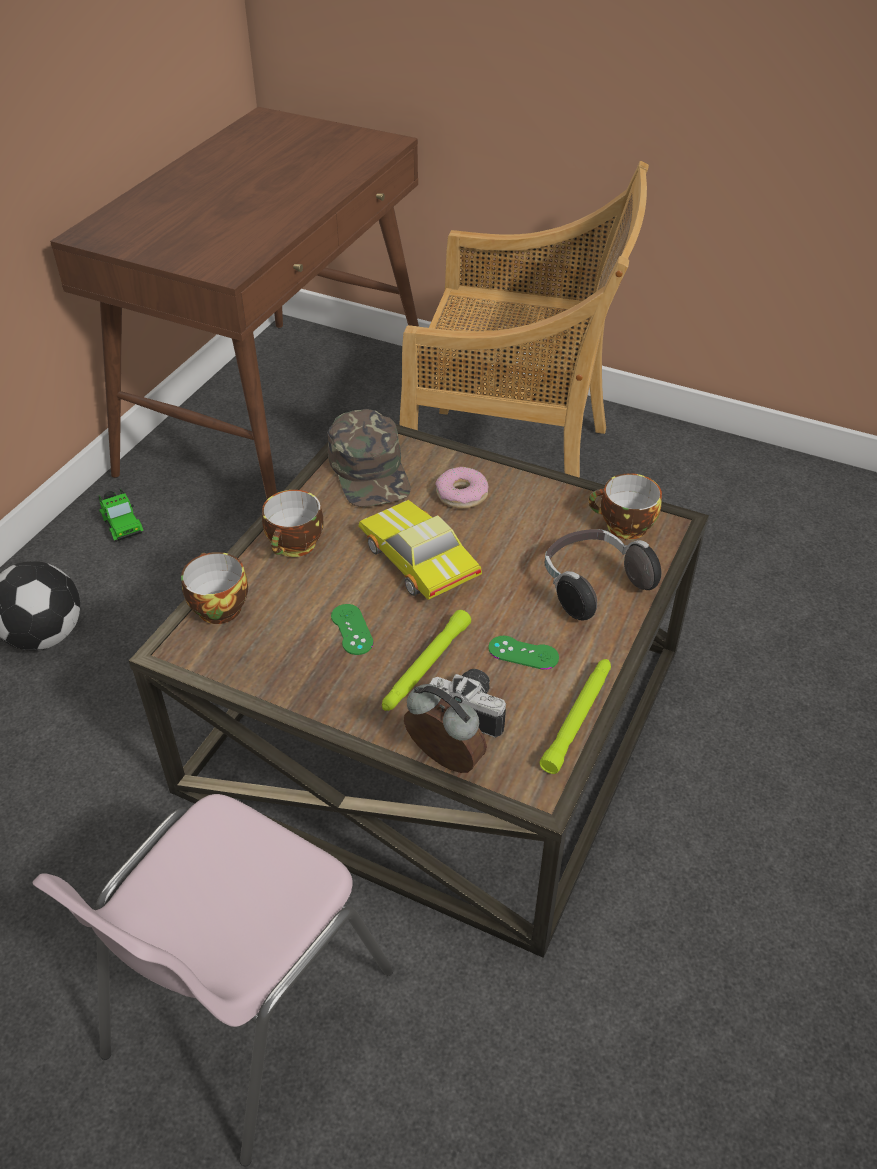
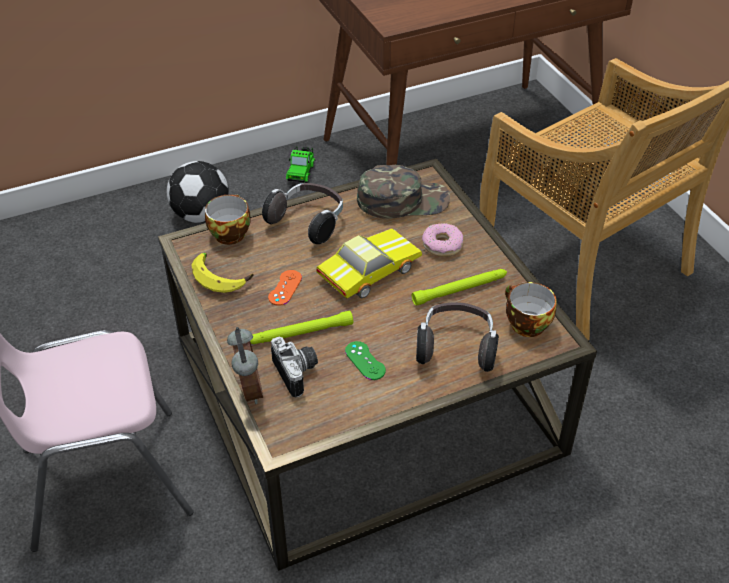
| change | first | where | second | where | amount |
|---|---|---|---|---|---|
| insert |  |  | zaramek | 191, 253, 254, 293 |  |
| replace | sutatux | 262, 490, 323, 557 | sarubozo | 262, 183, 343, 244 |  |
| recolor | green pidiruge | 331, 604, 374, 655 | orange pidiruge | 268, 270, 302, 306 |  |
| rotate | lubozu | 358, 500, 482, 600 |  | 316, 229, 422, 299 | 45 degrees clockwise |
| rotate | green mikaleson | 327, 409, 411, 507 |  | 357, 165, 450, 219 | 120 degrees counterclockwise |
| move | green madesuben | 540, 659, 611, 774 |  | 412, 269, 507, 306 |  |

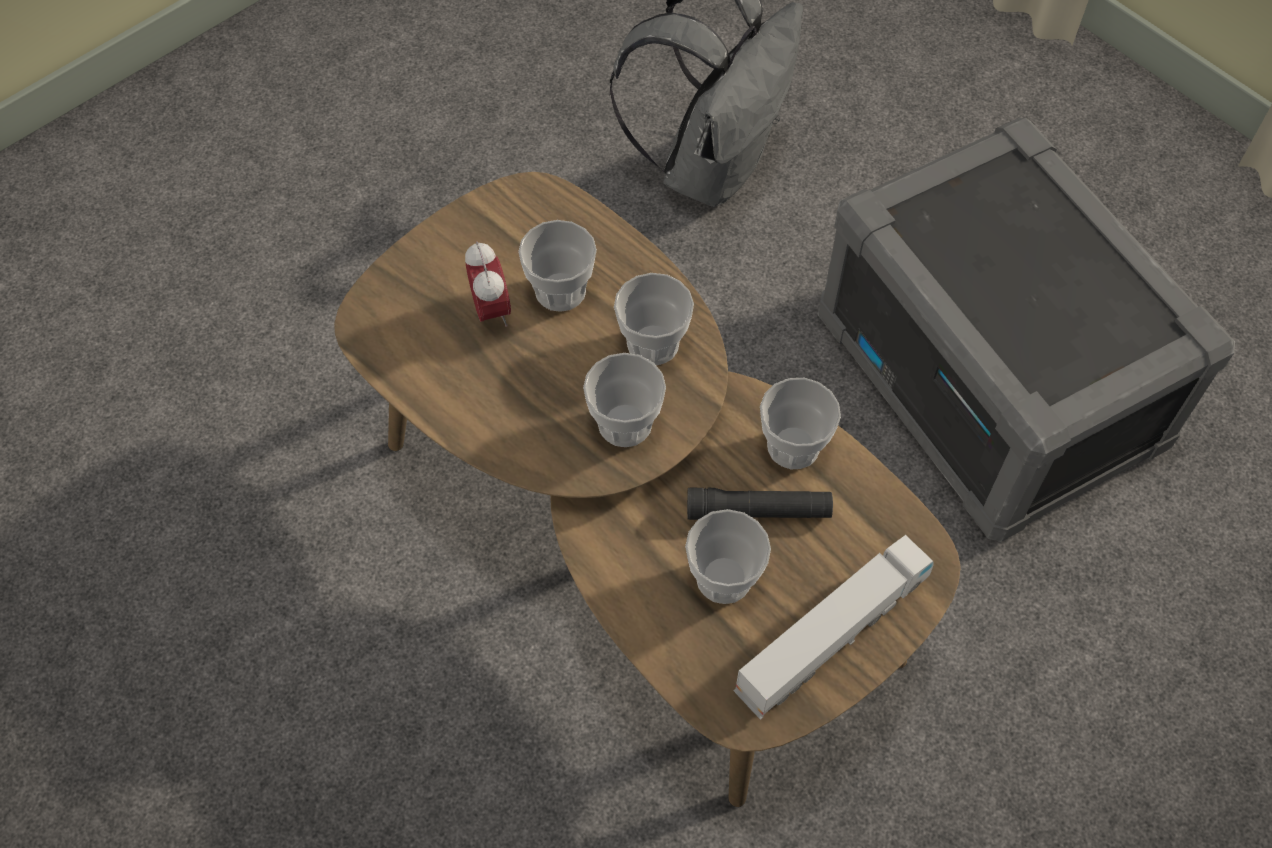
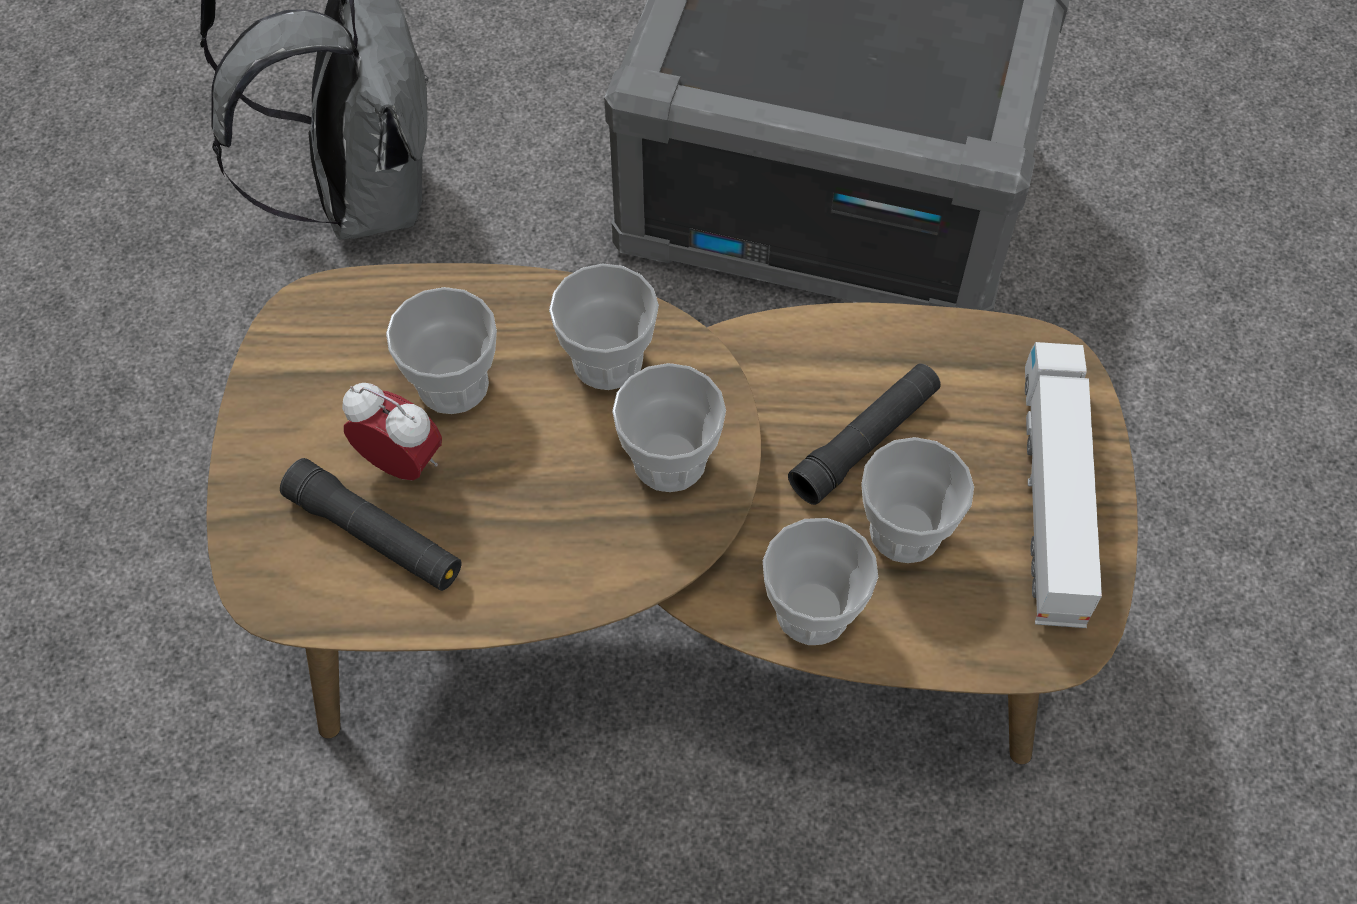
| change | first | where | second | where | amount |
|---|---|---|---|---|---|
| insert |  |  | black madesuben | 280, 458, 462, 591 |  |
| move | sutatux | 760, 378, 841, 469 |  | 763, 518, 878, 645 |  |

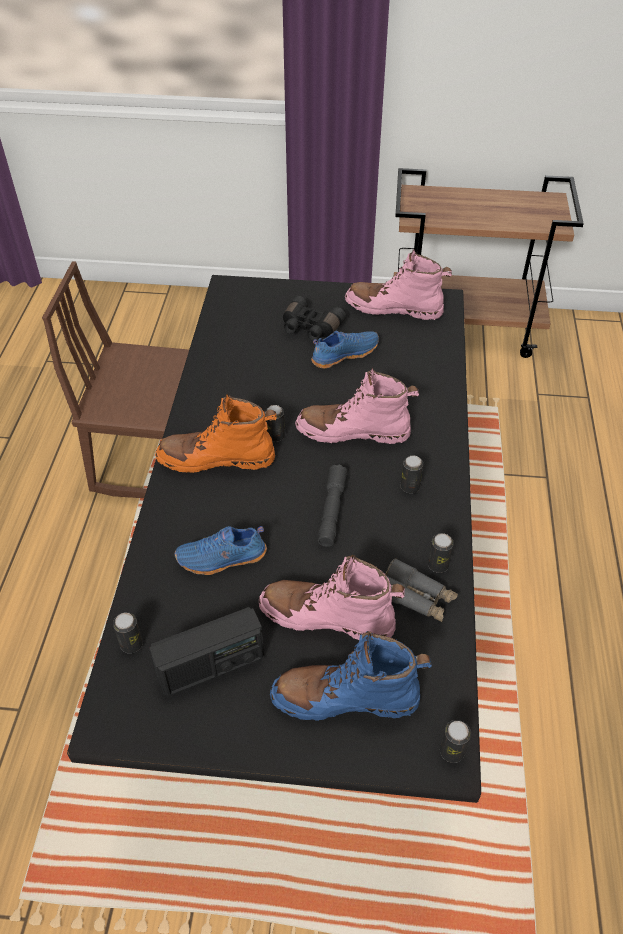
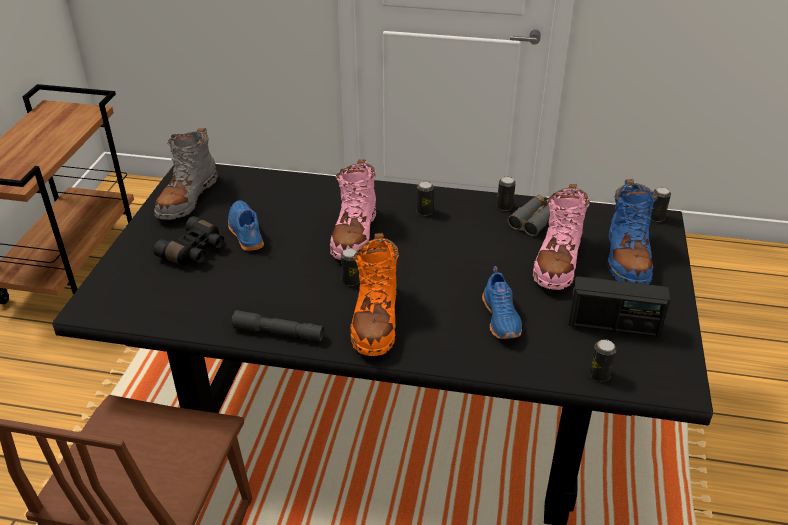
| change | first | where | second | where | amount |
|---|---|---|---|---|---|
| recolor | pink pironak | 345, 249, 452, 320 | grey pironak | 154, 128, 218, 220 |  |
| move | grey madesuben | 318, 465, 347, 547 |  | 231, 310, 324, 342 |  |
| rotate | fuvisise | 149, 607, 264, 697 |  | 568, 276, 670, 337 | 120 degrees clockwise |

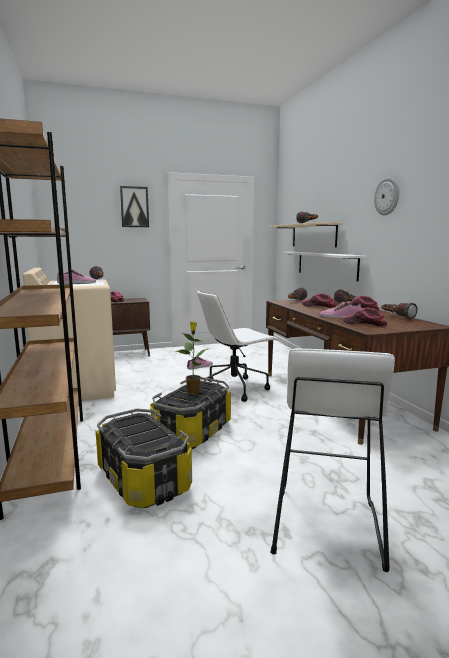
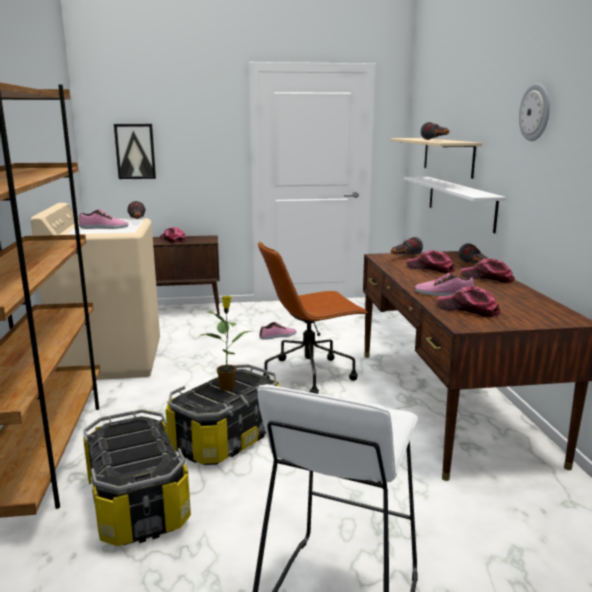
| change | first | where | second | where | amount |
|---|---|---|---|---|---|
| move | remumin | 120, 186, 149, 227 |  | 114, 124, 156, 179 |  |
| recolor | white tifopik | 197, 290, 277, 402 | brown tifopik | 258, 241, 368, 394 |  |
| delete | madesuben | 381, 303, 417, 320 |  |  |  |

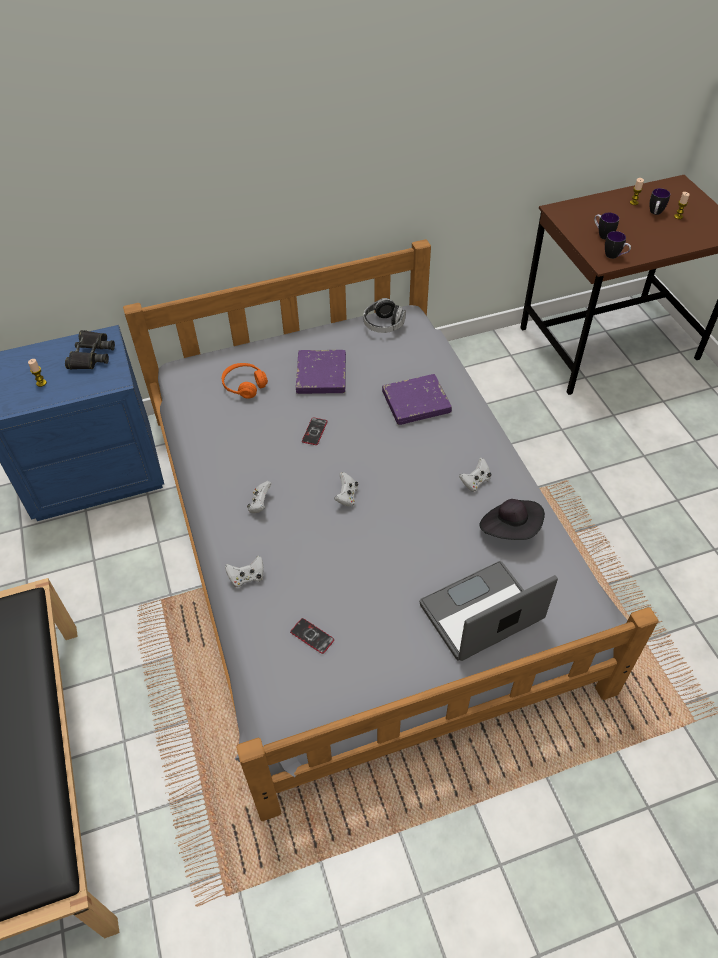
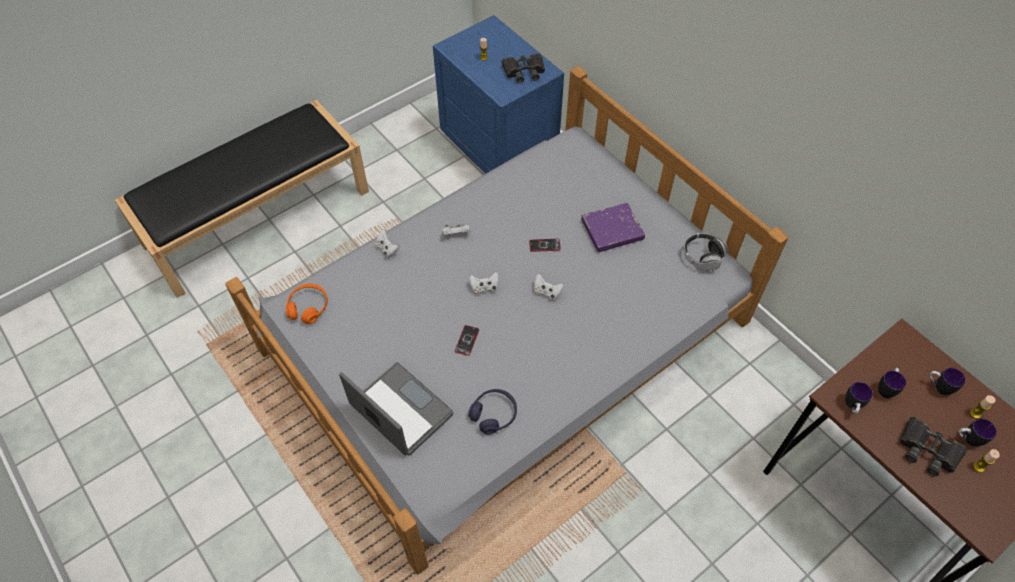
| change | first | where | second | where | amount |
|---|---|---|---|---|---|
| move | orange sarubozo | 222, 363, 268, 399 |  | 285, 283, 328, 324 |  |
| move | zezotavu | 290, 618, 334, 654 |  | 455, 325, 479, 356 |  |
| replace | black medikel | 479, 499, 545, 540 | purple sarubozo | 468, 389, 517, 435 |  |
| move | white pidiruge | 459, 458, 491, 492 |  | 534, 273, 564, 301 |  |
| insert |  |  | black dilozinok | 900, 417, 967, 476 |  |
| insert |  |  | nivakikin | 929, 368, 966, 395 |  |
| delete | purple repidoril | 382, 374, 452, 425 |  |  |  |

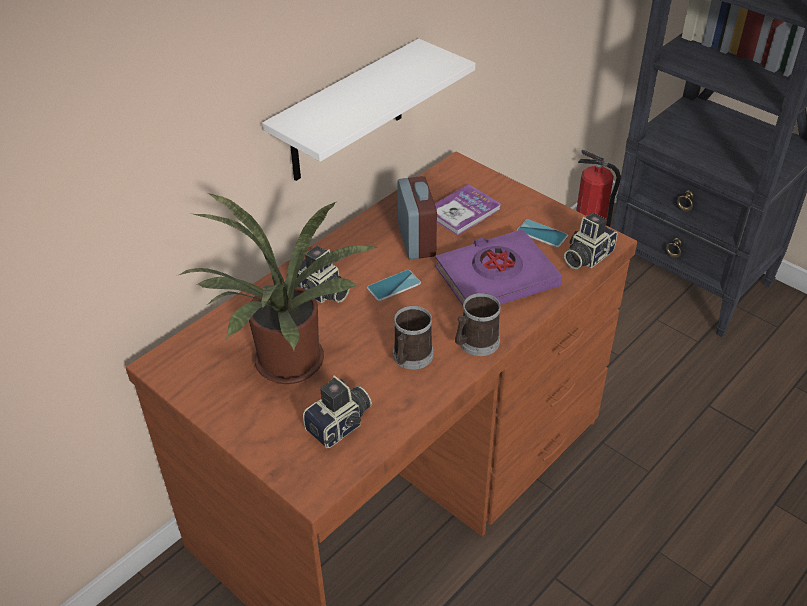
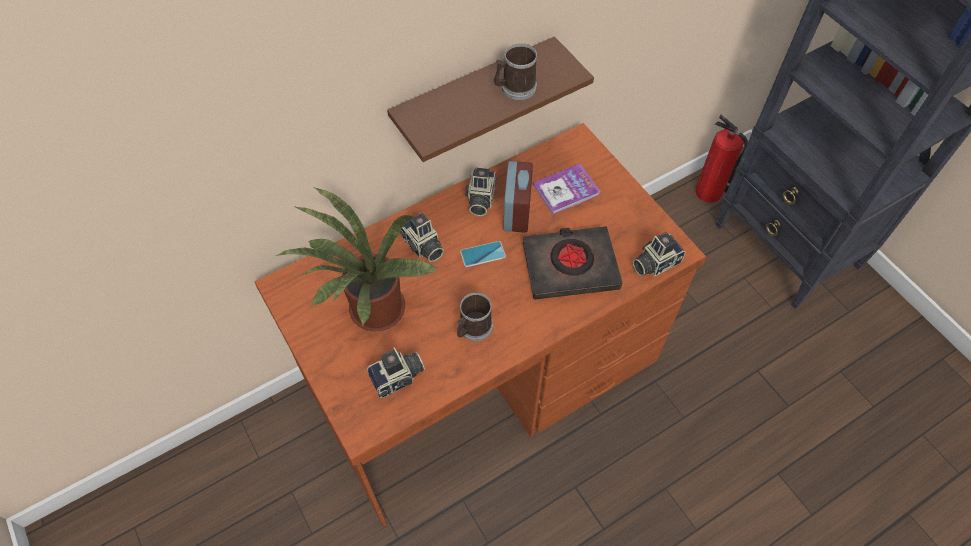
| change | first | where | second | where | amount |
|---|---|---|---|---|---|
| recolor | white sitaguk | 262, 39, 475, 181 | brown sitaguk | 387, 37, 594, 162 |  |
| insert |  |  | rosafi | 465, 168, 496, 216 |  |
| move | nivakikin | 455, 293, 501, 356 |  | 494, 43, 537, 100 |  |
| recolor | purple repidoril | 435, 229, 562, 306 | black repidoril | 523, 226, 622, 299 |  |
| delete | zezotavu | 516, 219, 568, 248 |  |  |  |

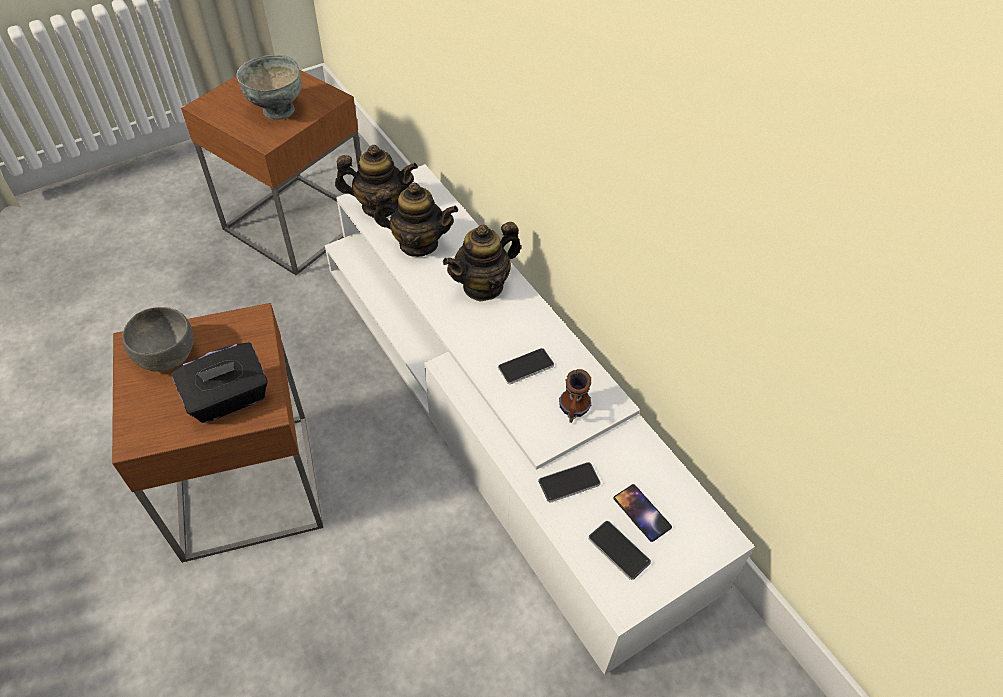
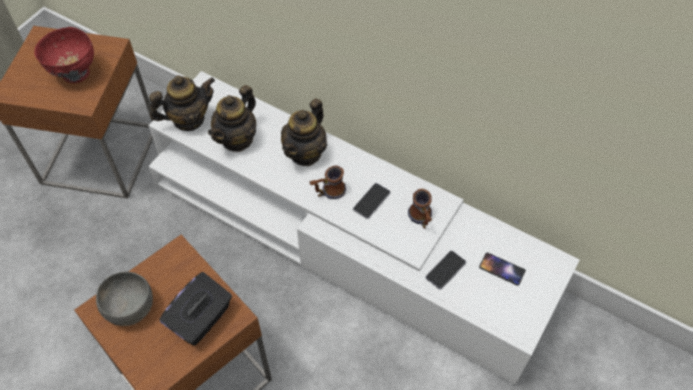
| change | first | where | second | where | amount |
|---|---|---|---|---|---|
| recolor | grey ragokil | 236, 55, 302, 120 | red ragokil | 34, 27, 94, 83 |  |
| rotate | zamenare | 374, 183, 458, 257 |  | 208, 85, 256, 152 | 135 degrees clockwise |
| insert |  |  | nivakikin | 310, 165, 346, 199 |  |
| delete | zezotavu | 588, 521, 651, 580 |  |  |  |

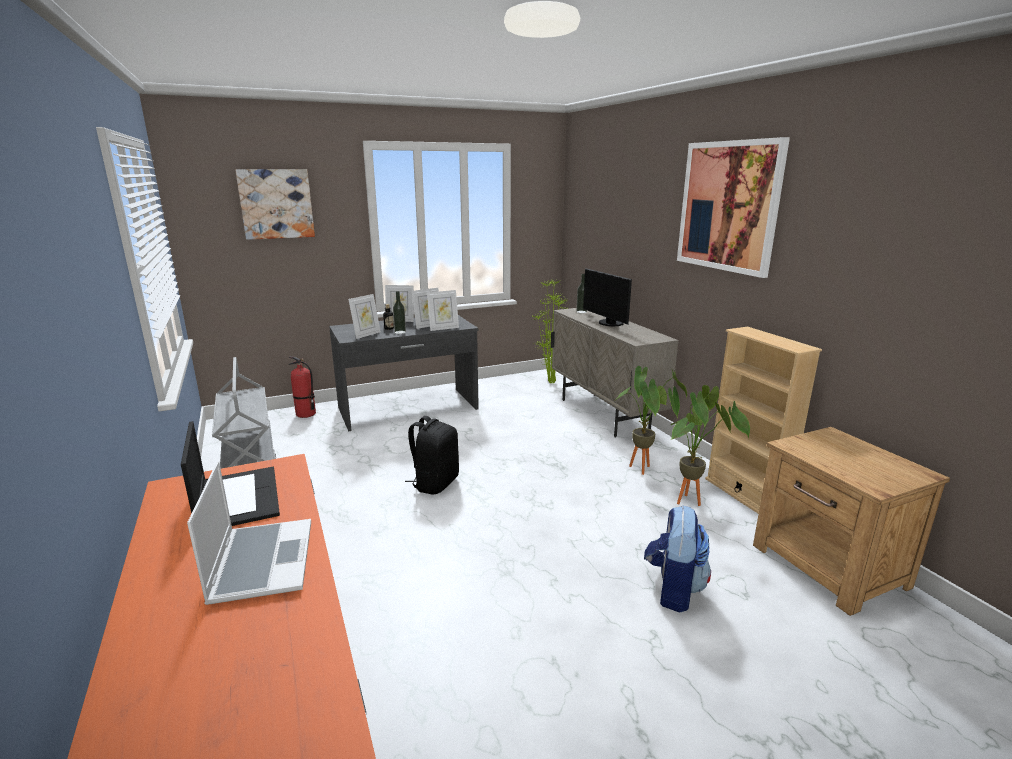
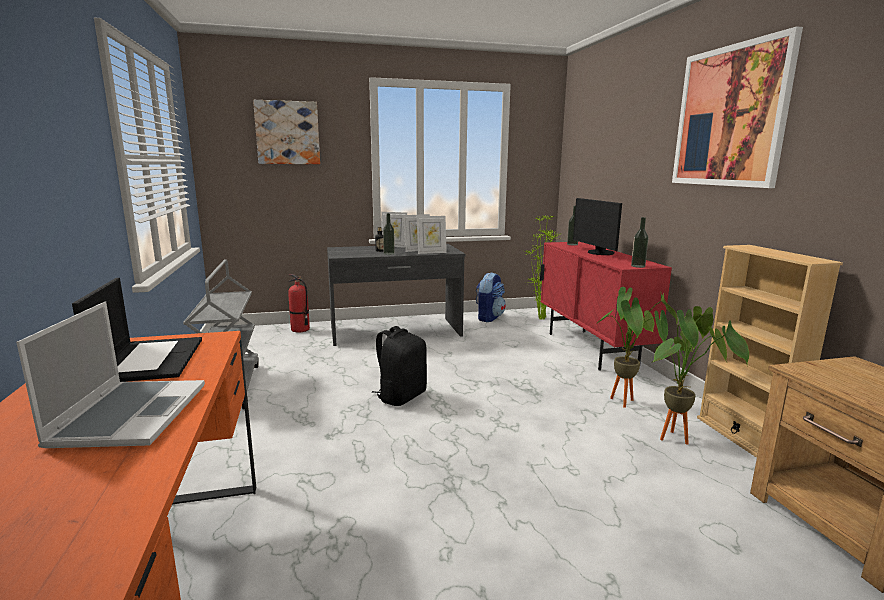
| change | first | where | second | where | amount |
|---|---|---|---|---|---|
| move | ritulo | 644, 505, 711, 613 |  | 476, 272, 506, 322 |  |
| recolor | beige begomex | 551, 308, 679, 438 | red begomex | 540, 242, 672, 371 |  |
| insert |  |  | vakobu | 631, 217, 648, 268 |  |
| delete | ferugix | 348, 294, 381, 339 |  |  |  |

